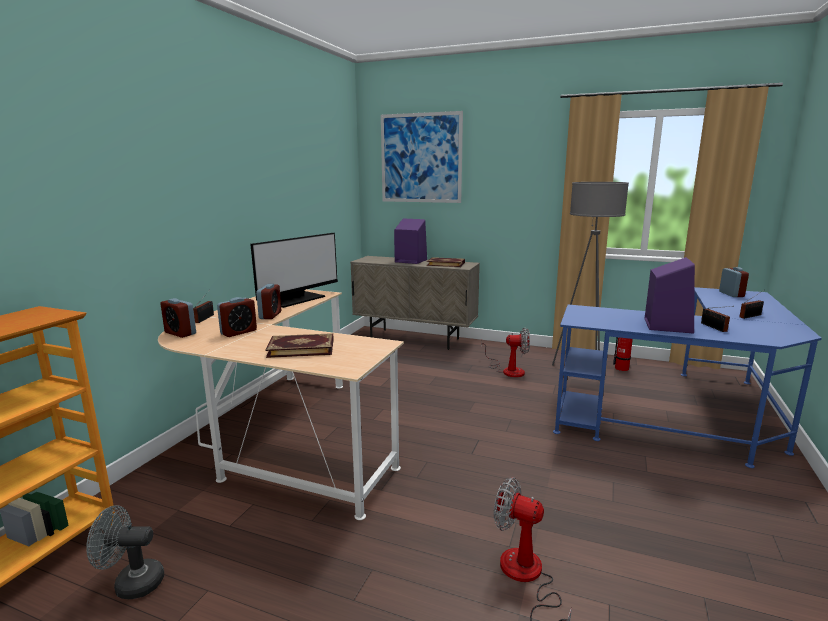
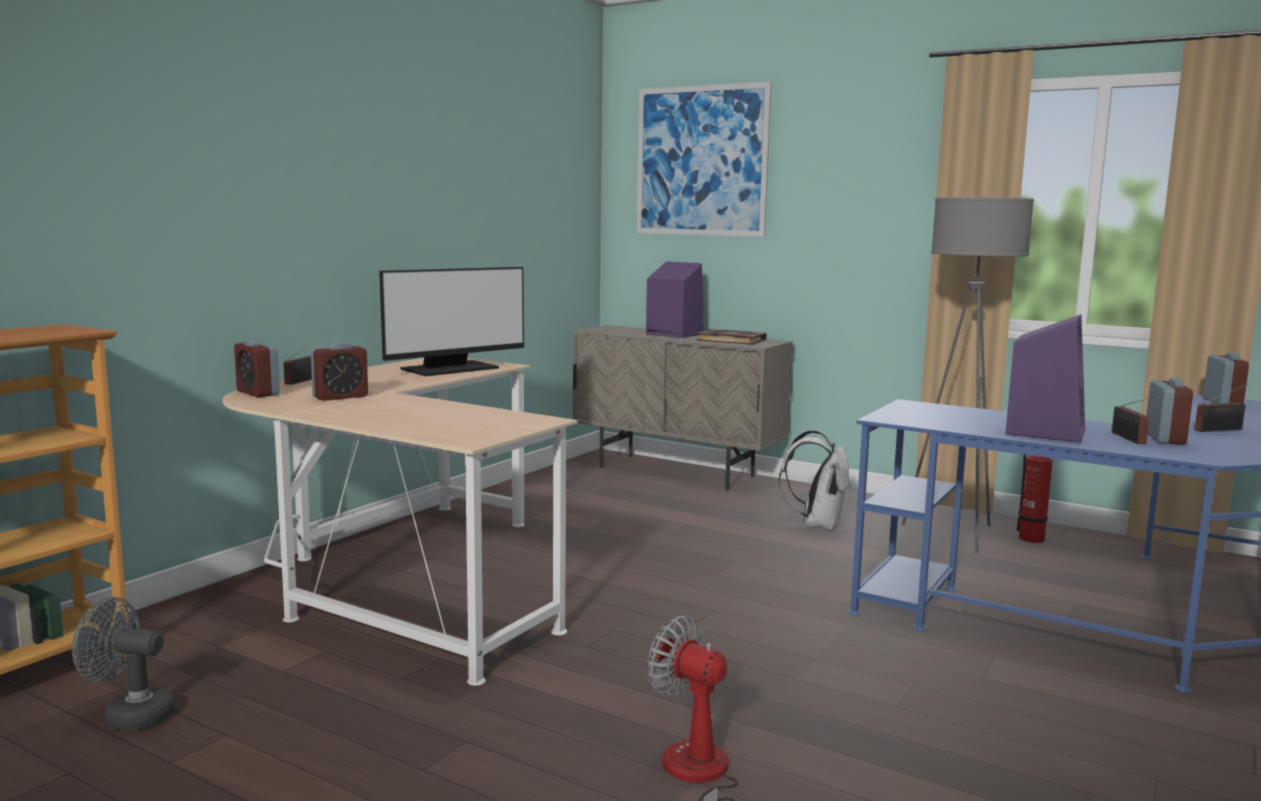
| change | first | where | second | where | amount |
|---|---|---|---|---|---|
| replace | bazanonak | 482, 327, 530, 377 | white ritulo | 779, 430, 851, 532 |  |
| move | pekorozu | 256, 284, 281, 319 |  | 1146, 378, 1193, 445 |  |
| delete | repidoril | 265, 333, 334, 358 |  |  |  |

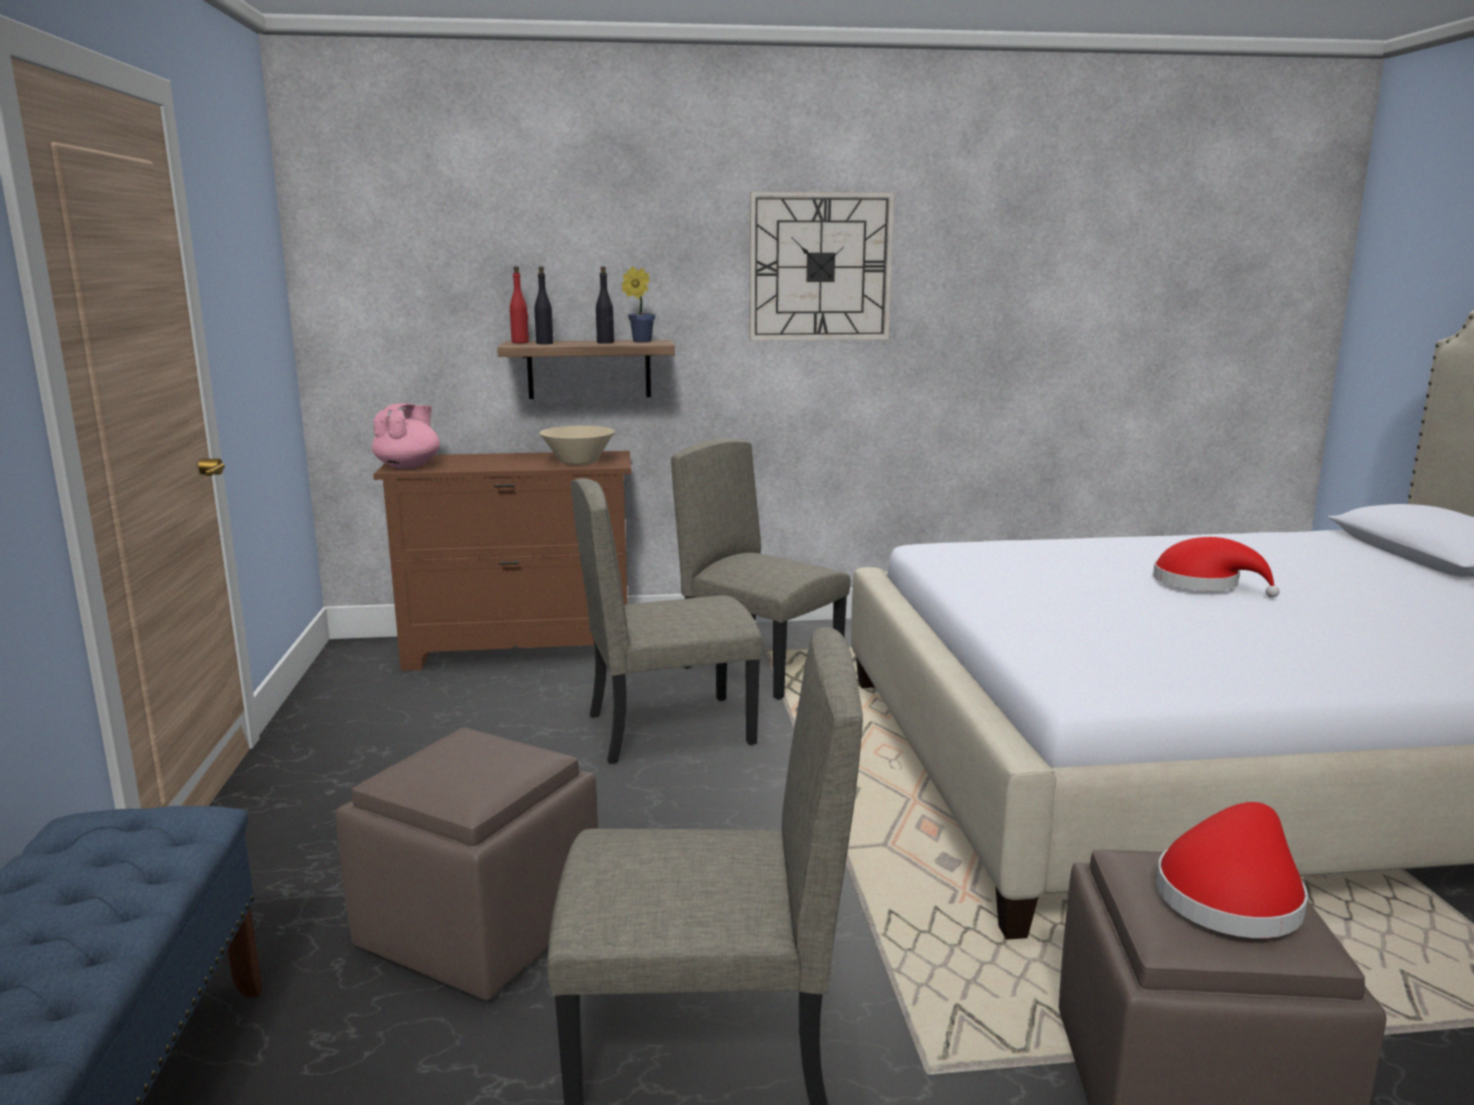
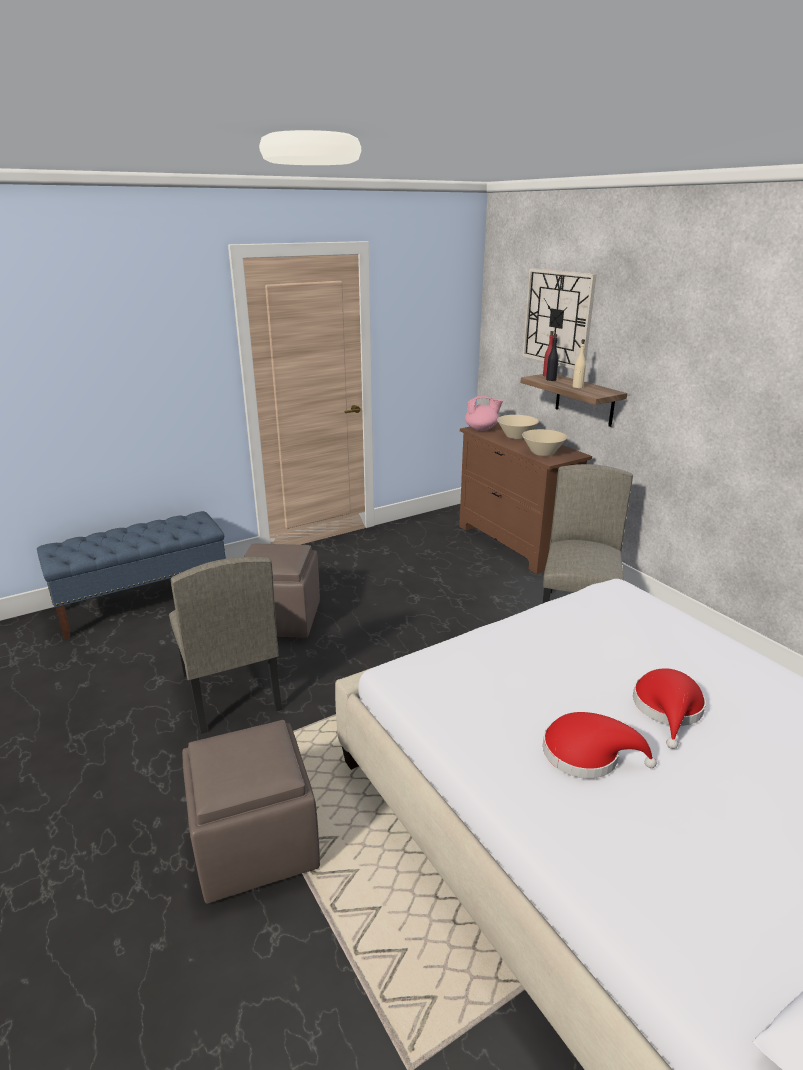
| change | first | where | second | where | amount |
|---|---|---|---|---|---|
| insert |  |  | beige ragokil | 497, 415, 539, 439 |  |
| move | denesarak | 749, 192, 894, 341 |  | 522, 268, 597, 369 |  |
| move | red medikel | 1156, 802, 1308, 938 |  | 543, 712, 657, 779 |  |
| recolor | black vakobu | 596, 266, 614, 344 | beige vakobu | 572, 339, 586, 388 |  |
| delete | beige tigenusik | 571, 478, 763, 764 |  |  |  |
| delete | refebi | 621, 266, 655, 343 |  |  |  |

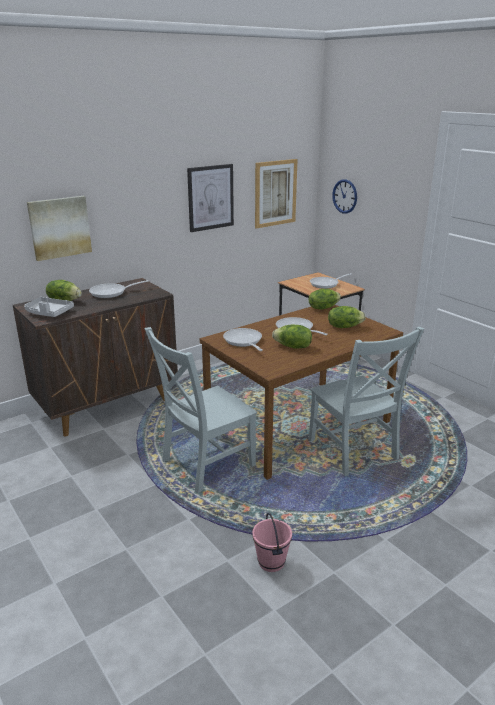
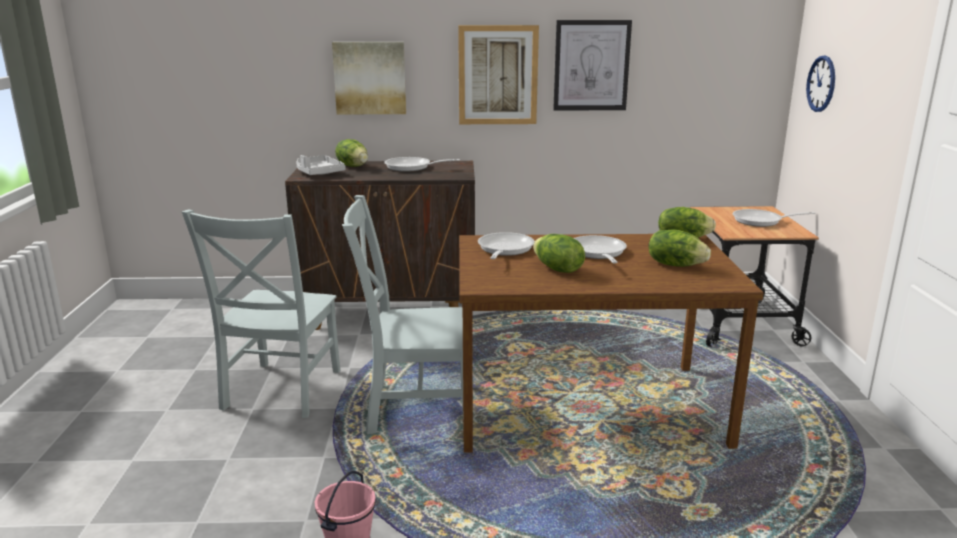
| change | first | where | second | where | amount |
|---|---|---|---|---|---|
| move | grey tigenusik | 309, 327, 424, 476 |  | 182, 209, 340, 418 |  |
| move | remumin | 255, 159, 298, 229 |  | 458, 25, 539, 124 |  |

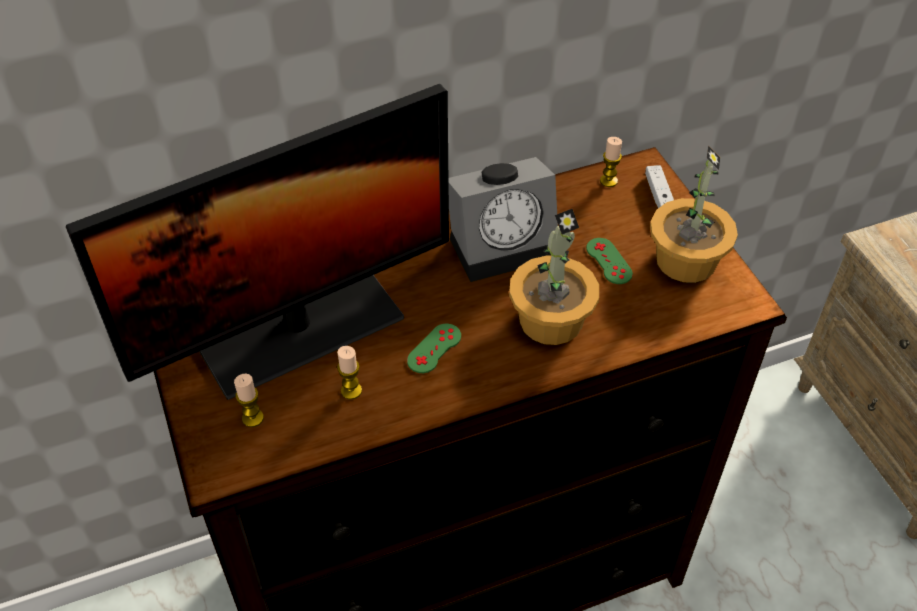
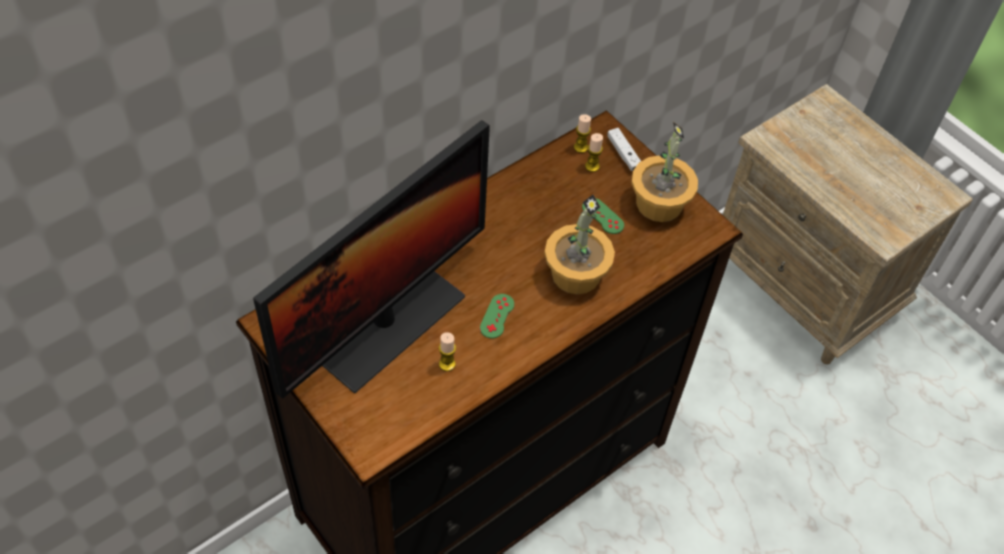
| change | first | where | second | where | amount |
|---|---|---|---|---|---|
| move | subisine | 234, 373, 264, 427 |  | 585, 133, 603, 172 |  |
| delete | pekorozu | 448, 157, 558, 282 |  |  |  |

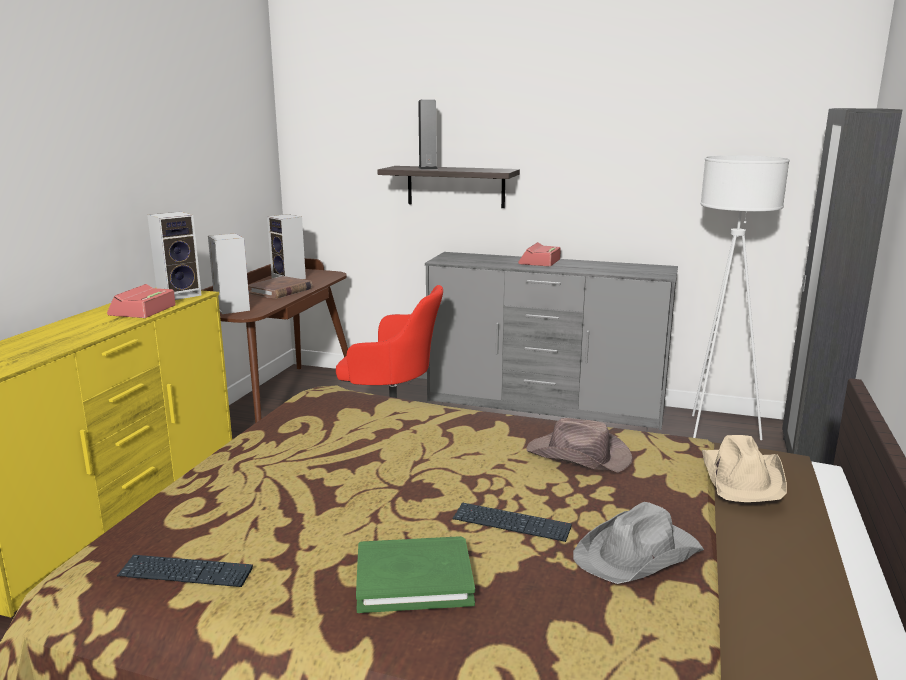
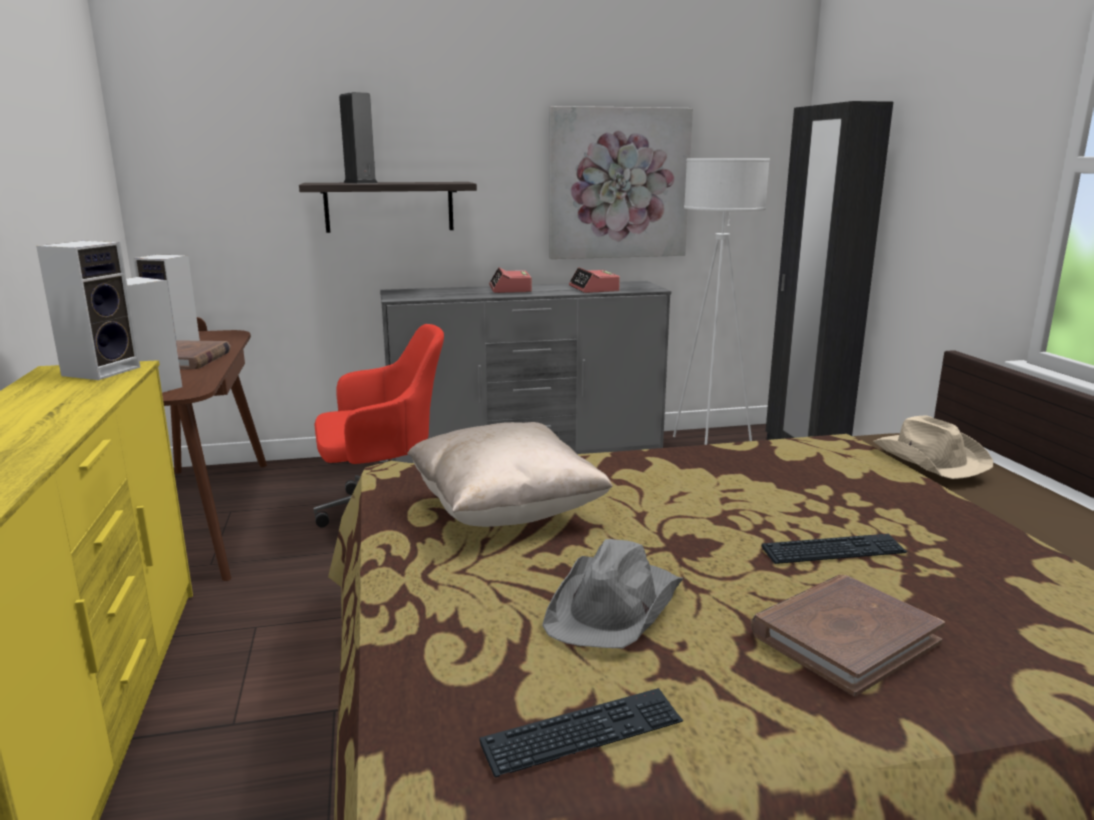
| change | first | where | second | where | amount |
|---|---|---|---|---|---|
| insert |  |  | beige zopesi | 407, 422, 613, 527 |  |
| move | grey medikel | 573, 502, 704, 584 |  | 542, 539, 683, 648 |  |
| insert |  |  | remumin | 549, 106, 693, 259 |  |
| move | pekorozu | 107, 284, 176, 318 |  | 569, 267, 620, 293 |  |
| recolor | green repidoril | 356, 536, 475, 613 | brown repidoril | 751, 575, 945, 696 |  |
| delete | brown medikel | 526, 418, 633, 473 |  |  |  |

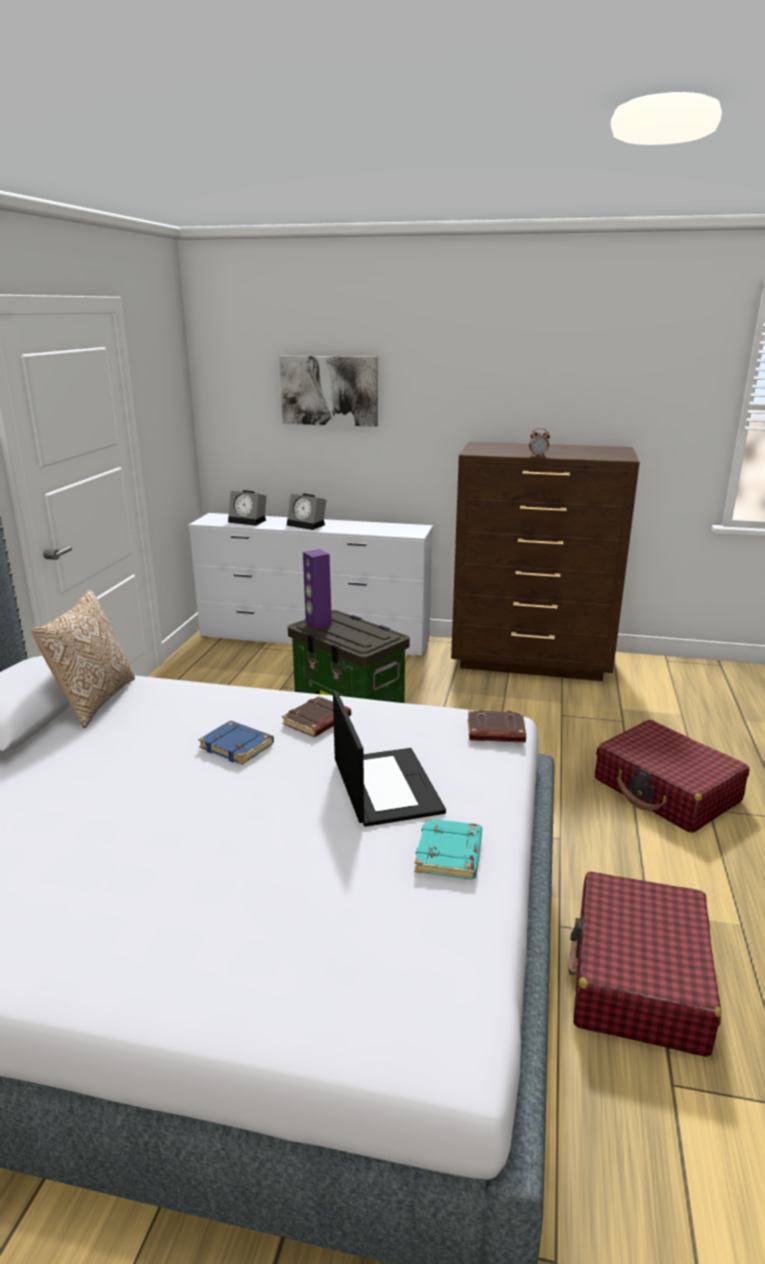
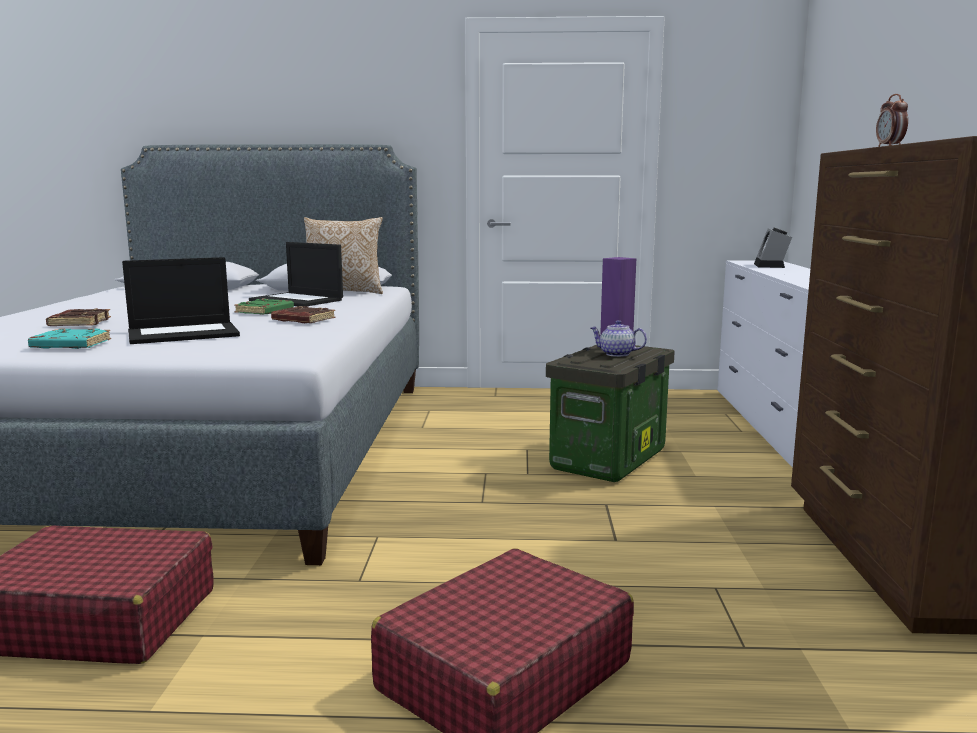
| change | first | where | second | where | amount |
|---|---|---|---|---|---|
| move | brown repidoril | 468, 710, 526, 742 |  | 46, 308, 111, 326 |  |
| recolor | blue repidoril | 198, 721, 274, 765 | green repidoril | 234, 298, 294, 315 |  |
| insert |  |  | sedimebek | 249, 242, 343, 307 |  |
| insert |  |  | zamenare | 590, 320, 647, 357 |  |
| delete | remumin | 279, 356, 378, 427 |  |  |  |
| delete | pekorozu | 287, 493, 326, 530 |  |  |  |

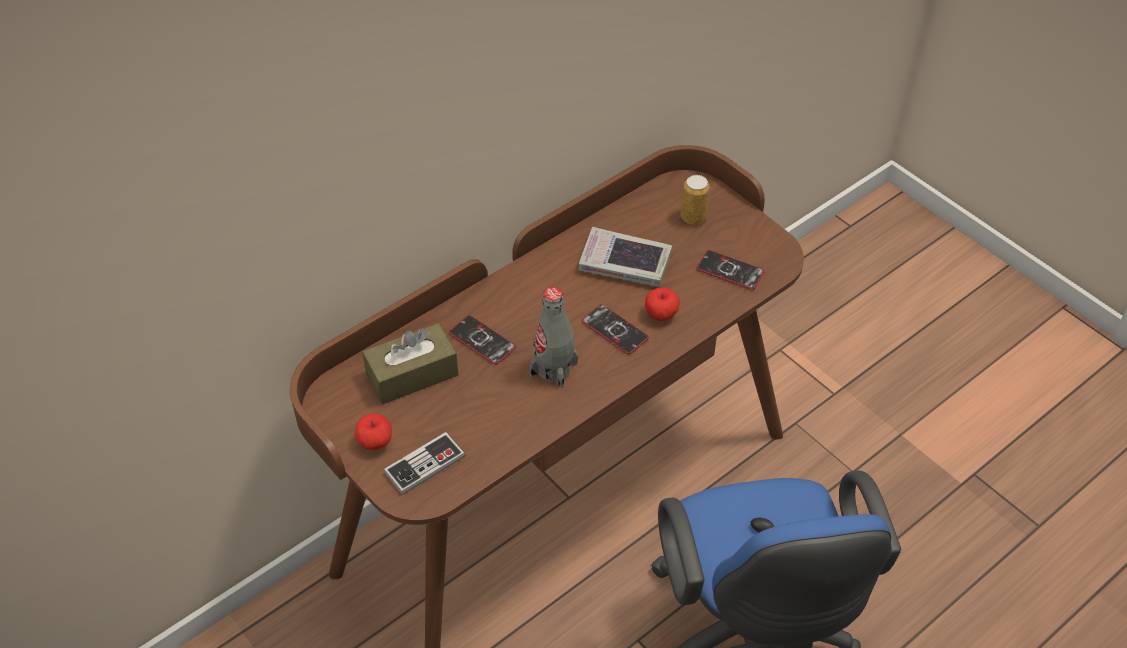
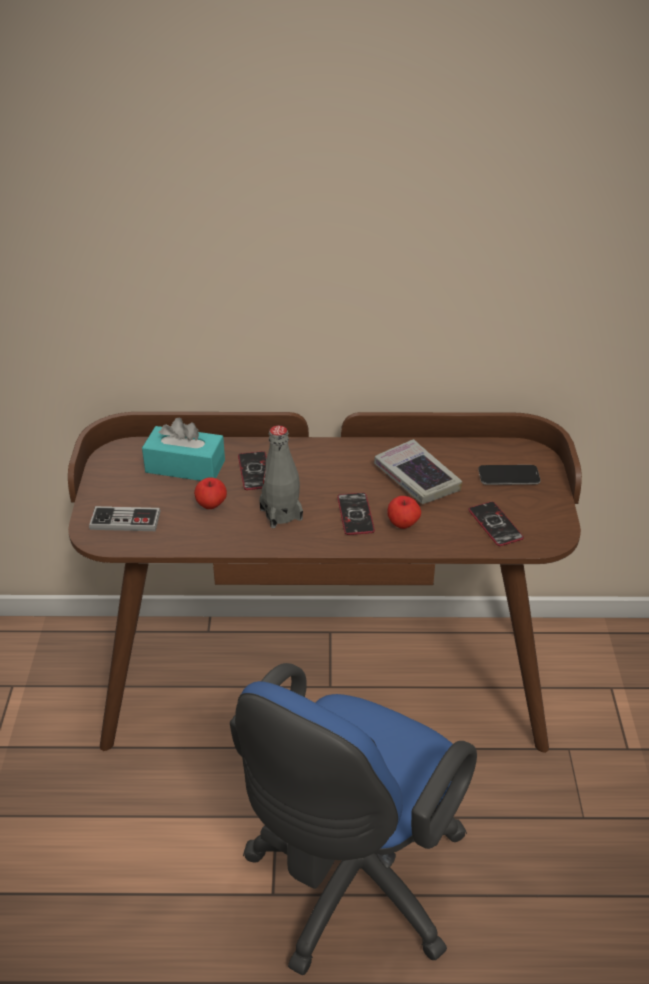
| change | first | where | second | where | amount |
|---|---|---|---|---|---|
| recolor | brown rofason | 362, 323, 459, 404 | turquoise rofason | 142, 418, 225, 481 |  |
| move | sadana | 355, 413, 392, 450 |  | 194, 477, 227, 509 |  |
| replace | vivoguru | 681, 175, 710, 225 | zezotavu | 478, 465, 541, 485 |  |

